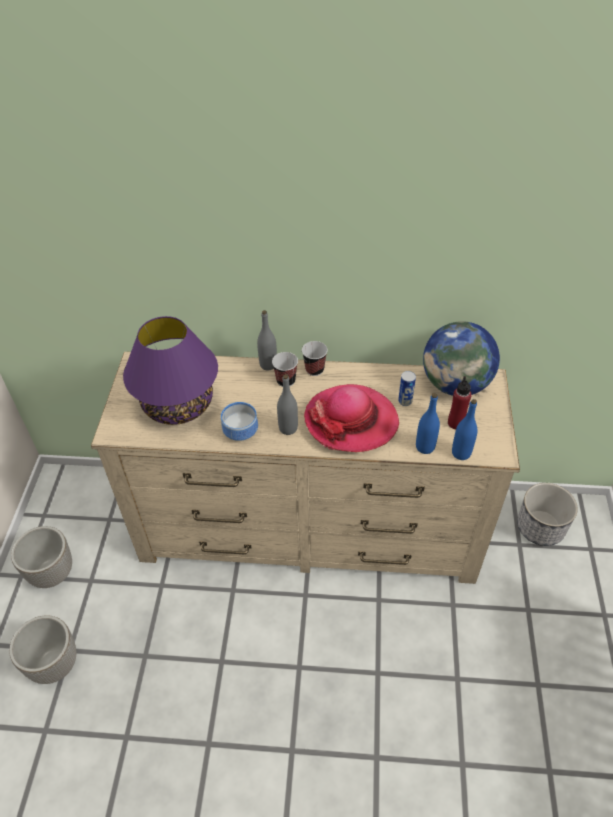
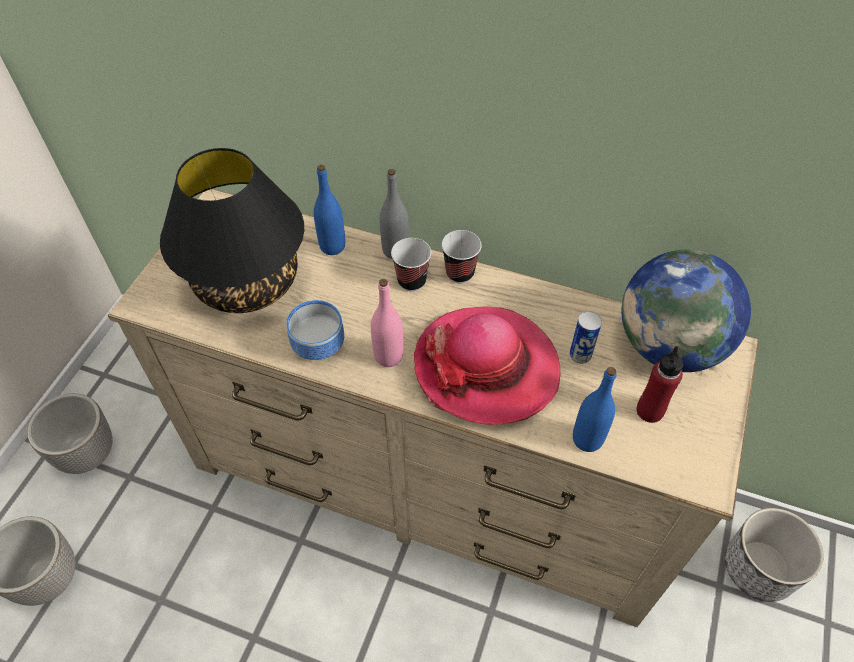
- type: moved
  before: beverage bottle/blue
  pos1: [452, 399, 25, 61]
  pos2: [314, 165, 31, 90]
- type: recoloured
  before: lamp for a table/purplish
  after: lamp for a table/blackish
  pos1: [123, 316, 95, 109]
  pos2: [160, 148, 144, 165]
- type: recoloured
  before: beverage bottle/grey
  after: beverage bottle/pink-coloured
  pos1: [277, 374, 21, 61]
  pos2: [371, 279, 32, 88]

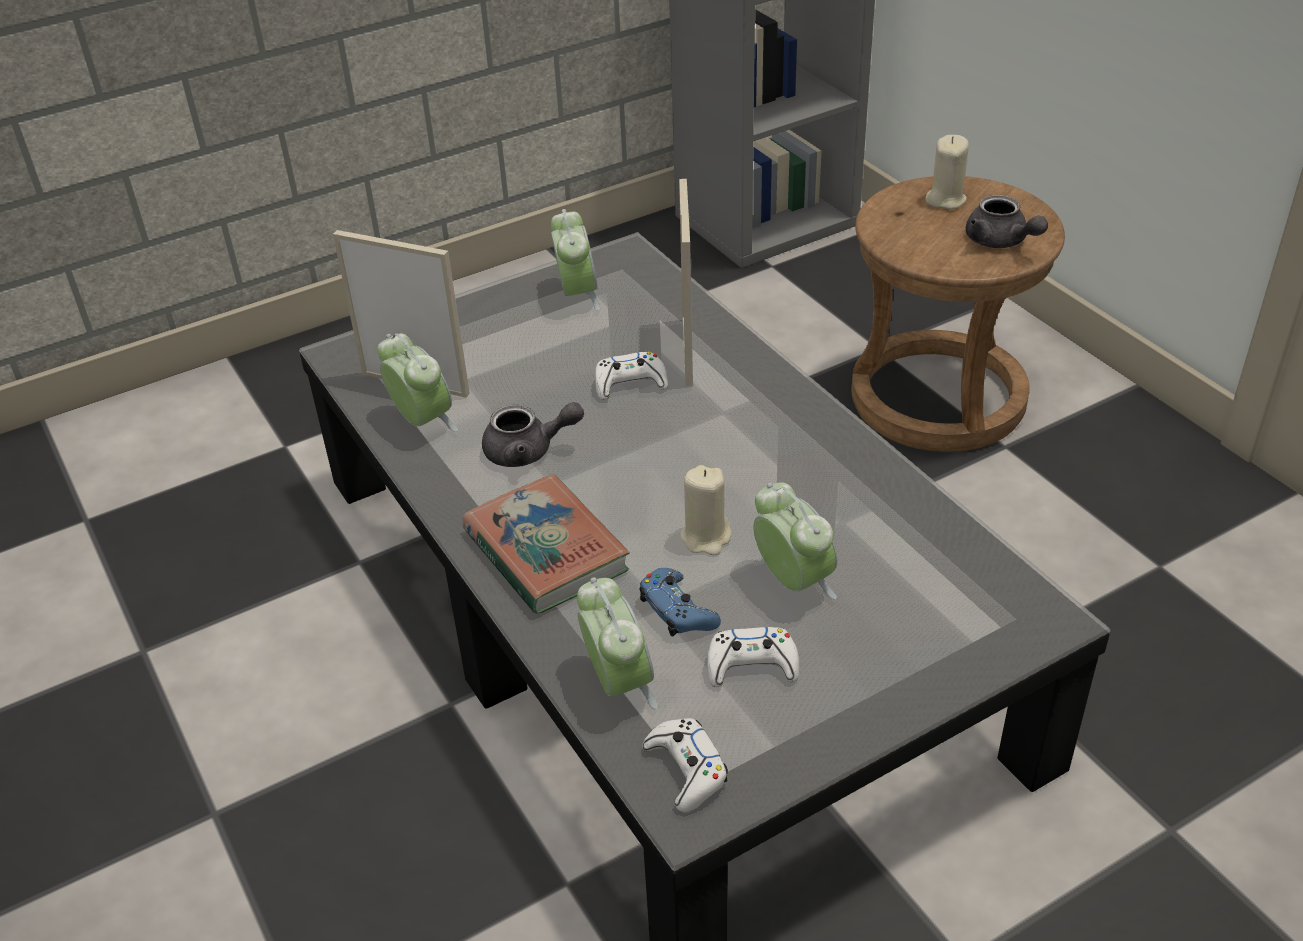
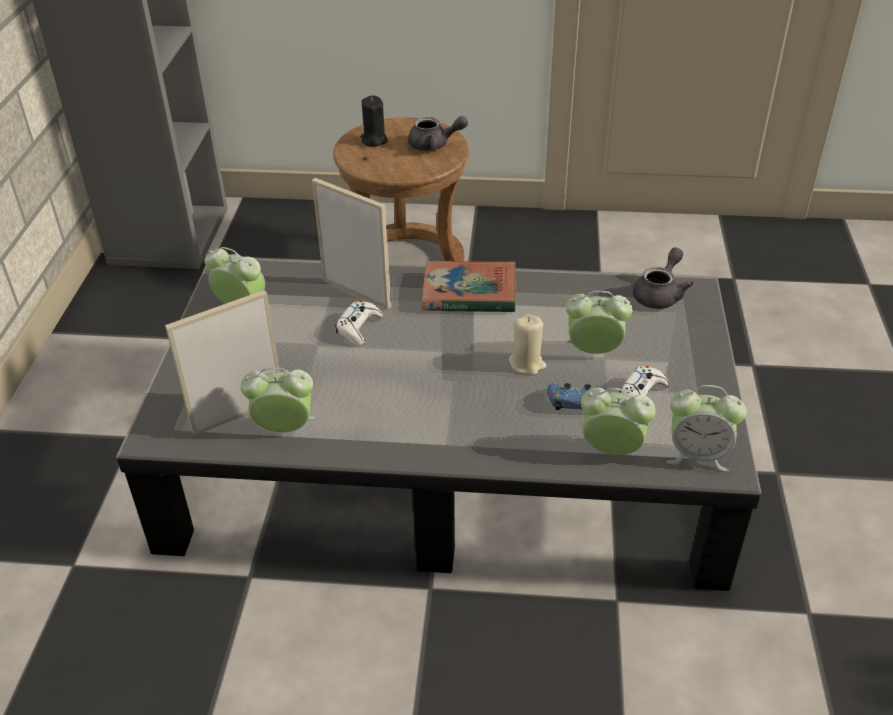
- type: moved
  before: volume
  pos1: [462, 474, 168, 141]
  pos2: [422, 261, 94, 51]
- type: moved
  before: teapot/grey
  pos1: [482, 402, 102, 65]
  pos2: [633, 247, 60, 62]
- type: replaced
  before: joypad/white-coloured
  after: alarm clock
  pos1: [643, 718, 85, 95]
  pos2: [667, 385, 80, 87]
- type: recoloured
  before: candle/beige
  after: candle/blackish
  pos1: [925, 135, 44, 75]
  pos2: [360, 96, 27, 50]

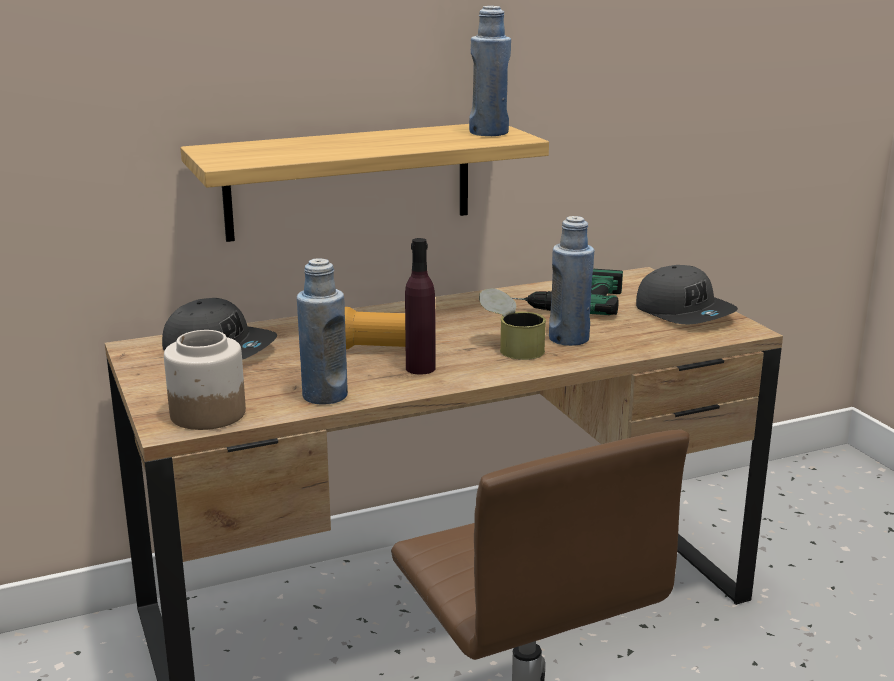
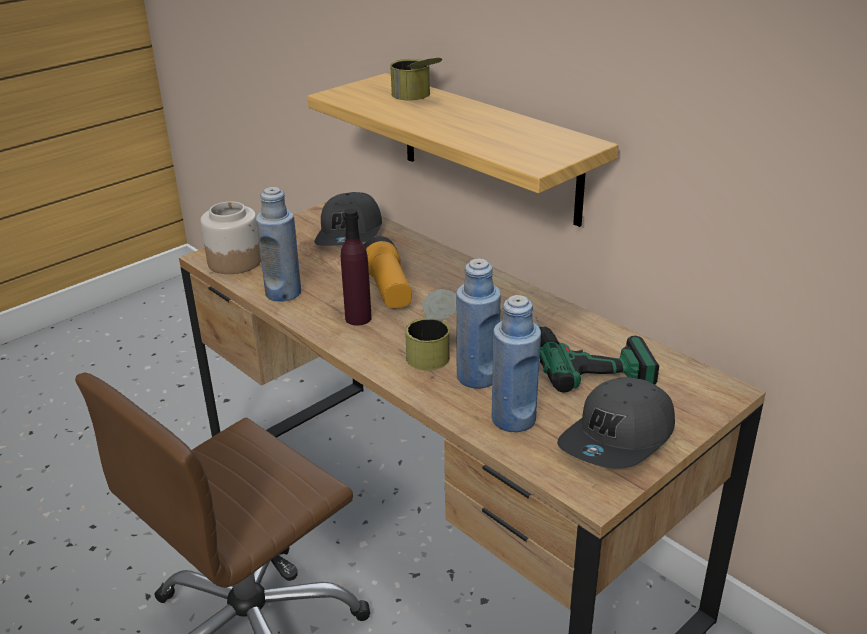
- type: added
  after: sealed can
  pos2: [390, 58, 52, 42]
- type: moved
  before: beverage bottle/blue
  pos1: [469, 6, 42, 130]
  pos2: [492, 295, 49, 137]

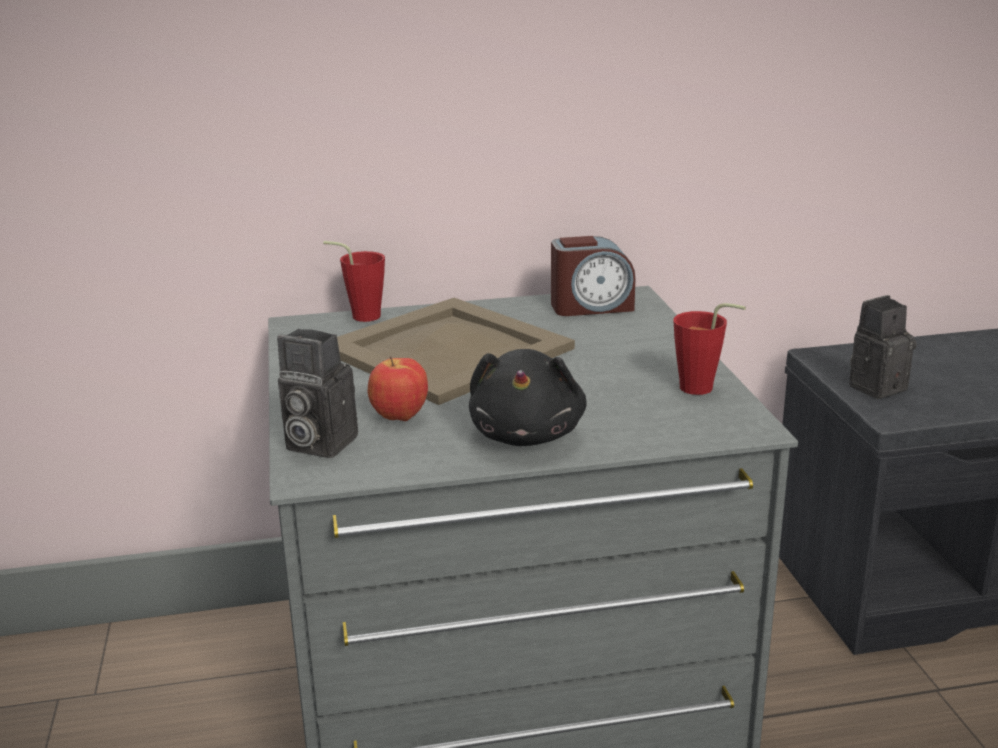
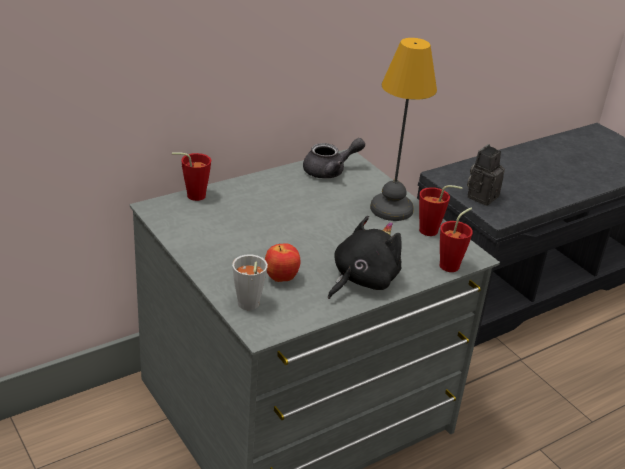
- type: removed
  before: serving tray/beige
  pos1: [337, 298, 238, 107]
- type: added
  after: lamp for a table
  pos2: [370, 38, 67, 183]
- type: added
  after: drinking cup/red-coloured
  pos2: [440, 207, 33, 65]
- type: replaced
  before: still camera
  after: drinking cup/grey
  pos1: [277, 329, 81, 129]
  pos2: [232, 254, 36, 56]
- type: replaced
  before: alarm clock
  after: teapot/grey
  pos1: [551, 236, 84, 80]
  pos2: [303, 138, 62, 41]
- type: turned
  before: cuddly toy/blackish
  pos1: [469, 349, 118, 97]
  pos2: [328, 216, 74, 83]
  turn: -120

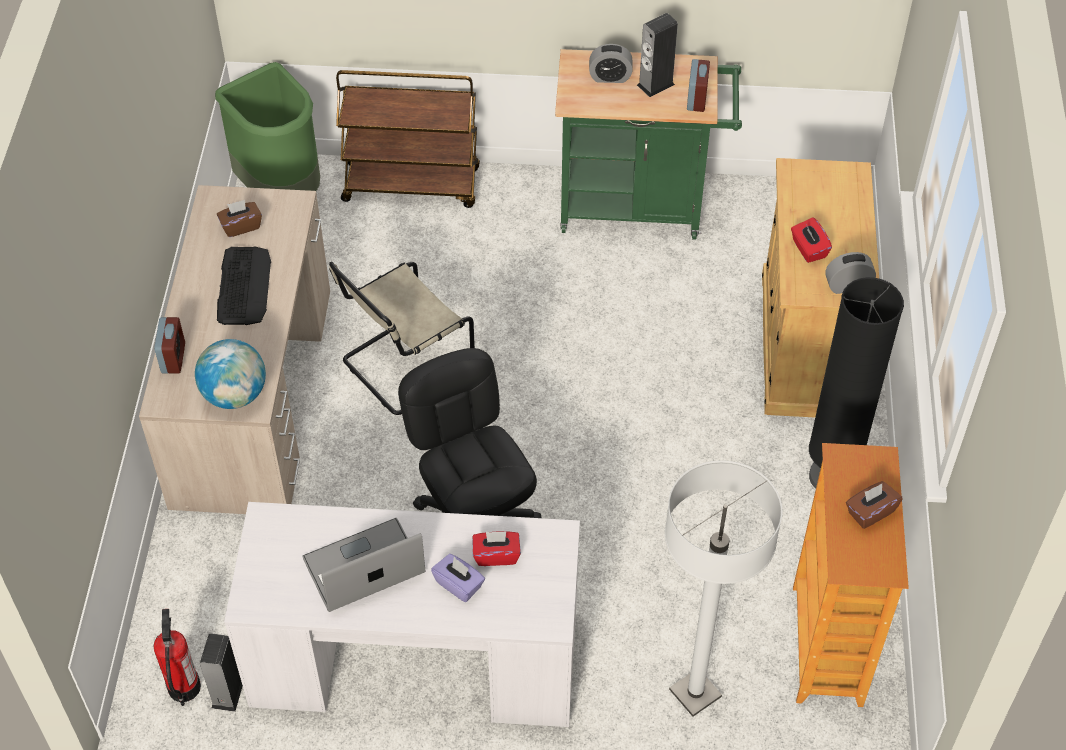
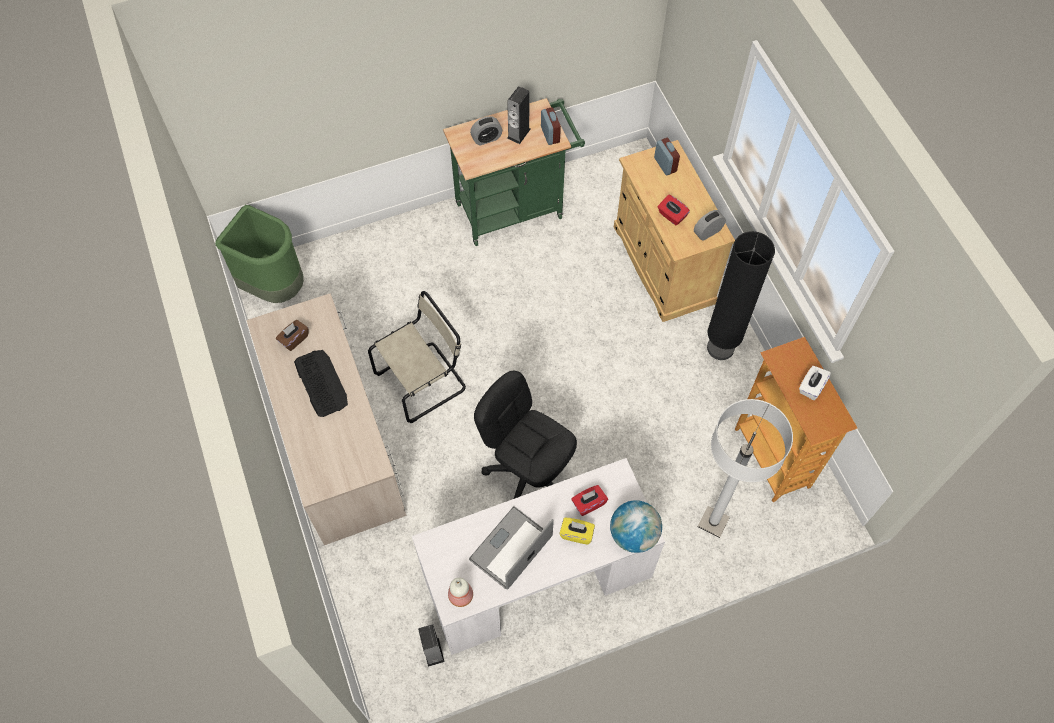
- type: removed
  before: extinguisher
  pos1: [154, 609, 47, 97]
- type: removed
  before: cart/brown-coloured
  pos1: [336, 70, 144, 138]
- type: added
  after: beverage bottle
  pos2: [448, 578, 25, 29]
- type: moved
  before: alarm clock
  pos1: [154, 317, 31, 56]
  pos2: [654, 138, 26, 38]
- type: moved
  before: desk globe
  pos1: [195, 339, 71, 70]
  pos2: [610, 500, 52, 53]
- type: recoloured
  before: tissue box/purplish
  after: tissue box/yellowish
  pos1: [431, 554, 54, 48]
  pos2: [559, 518, 36, 27]
- type: recoloured
  before: tissue box/brown-coloured
  after: tissue box/white-coloured
  pos1: [846, 481, 57, 48]
  pos2: [799, 366, 32, 34]
- type: turned
  before: plain chair/beige
  pos1: [329, 262, 146, 153]
  pos2: [368, 291, 98, 133]
  turn: -150

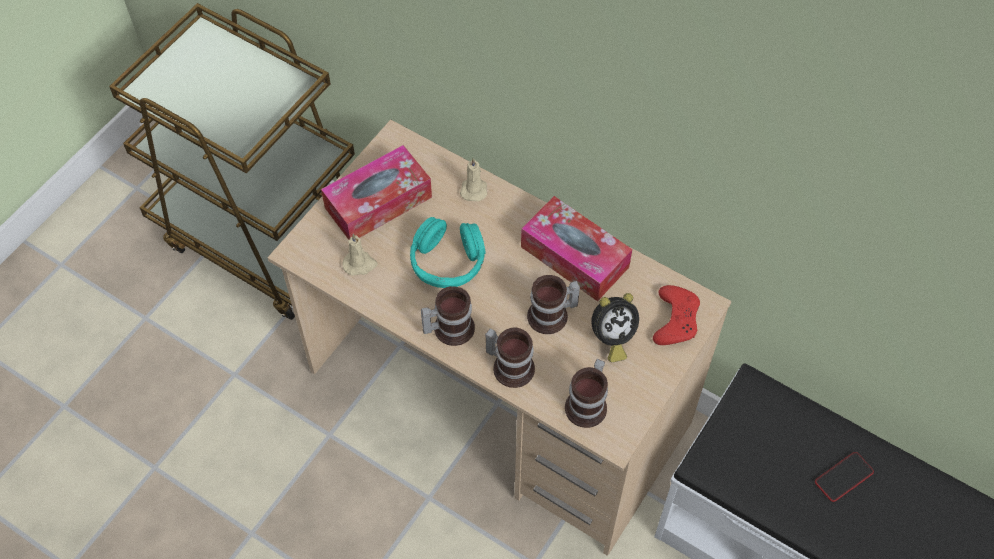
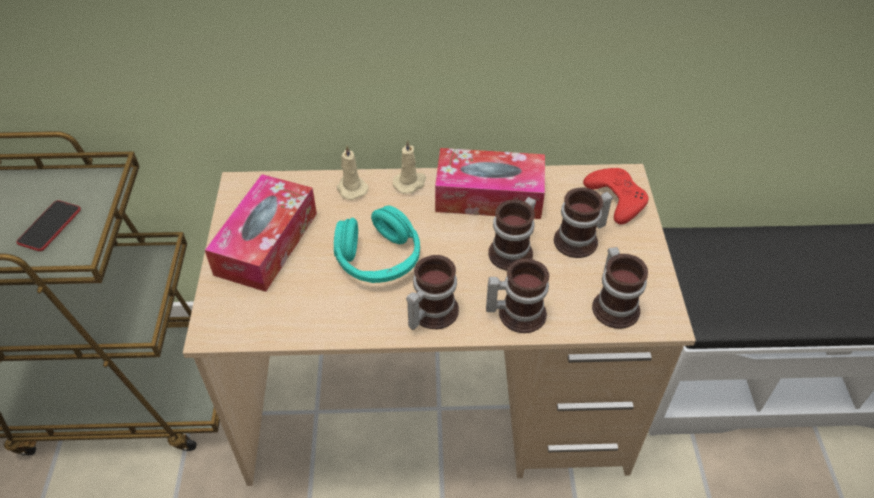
- type: moved
  before: candle/beige
  pos1: [343, 234, 35, 42]
  pos2: [393, 139, 33, 55]
- type: moved
  before: handset
  pos1: [815, 452, 59, 50]
  pos2: [17, 200, 64, 51]
- type: replaced
  before: alarm clock
  after: coffee mug
  pos1: [591, 293, 48, 69]
  pos2: [554, 188, 59, 70]

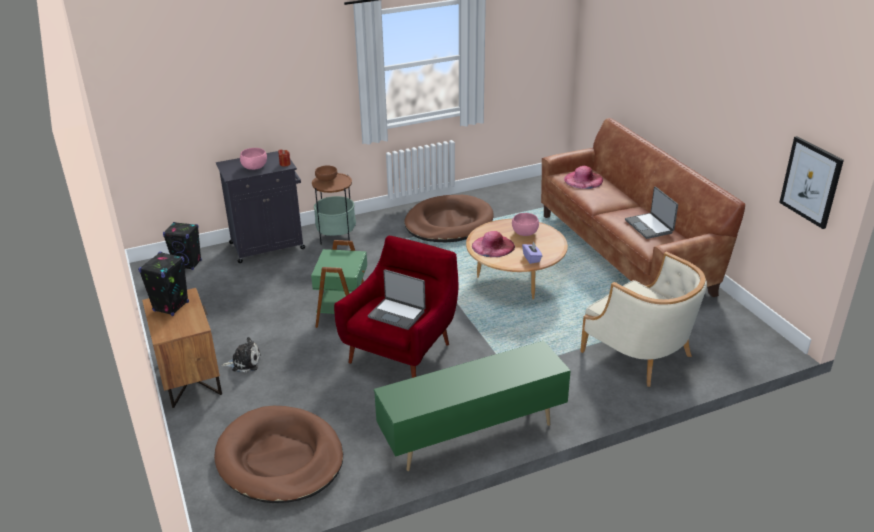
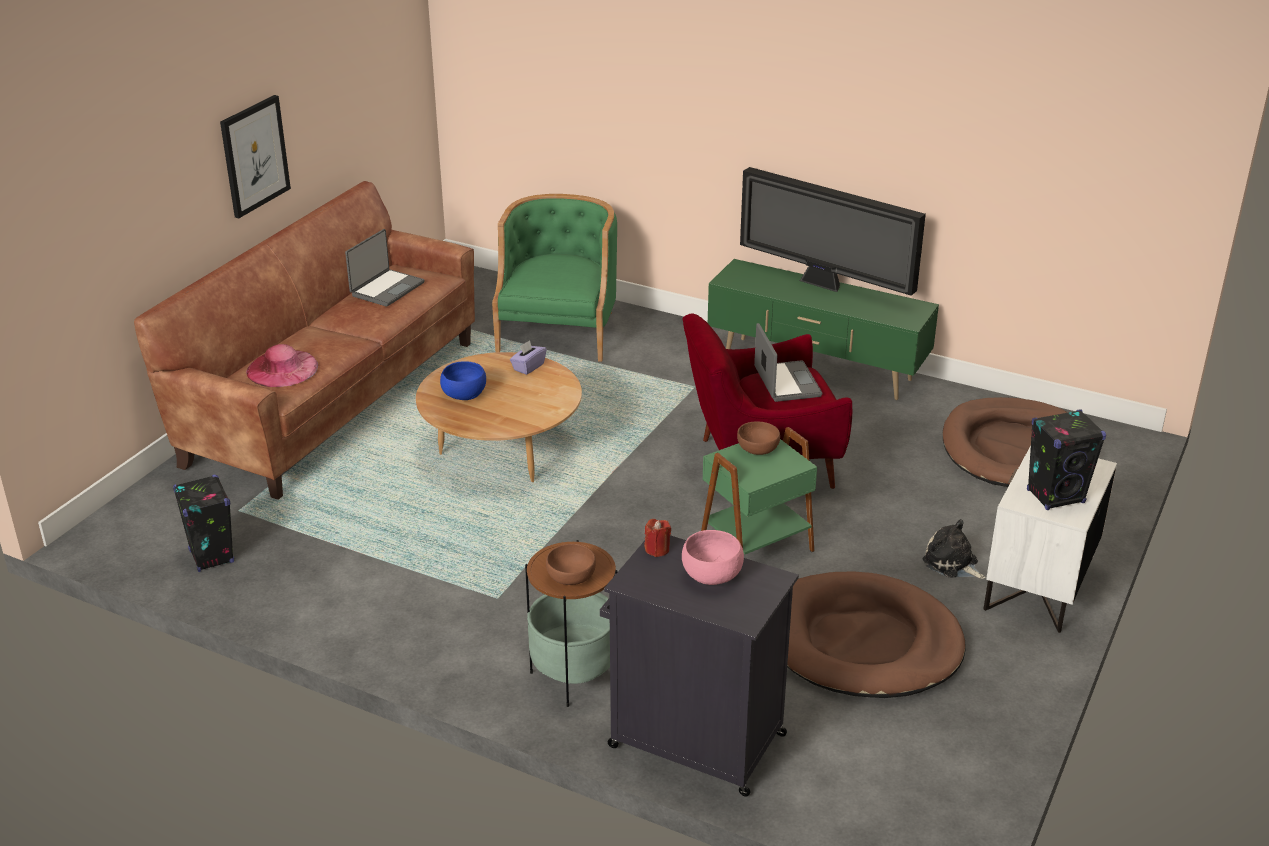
- type: removed
  before: wearable hat/pink-coloured
  pos1: [472, 231, 43, 26]
- type: added
  after: serving bowl/brown-coloured
  pos2: [737, 421, 43, 34]
- type: added
  after: television
  pos2: [740, 167, 186, 129]
- type: moved
  before: loudspeaker/blackish
  pos1: [163, 222, 39, 48]
  pos2: [173, 475, 61, 97]
- type: moved
  before: dog bed/brown-coloured
  pos1: [404, 195, 90, 47]
  pos2: [787, 572, 178, 126]
- type: moved
  before: wall art
  pos1: [779, 136, 65, 93]
  pos2: [220, 95, 71, 123]
- type: recoloured
  before: night table/brown-coloured
  after: night table/white-coloured
  pos1: [142, 288, 80, 120]
  pos2: [984, 446, 133, 187]
- type: recoloured
  before: serving bowl/pink-coloured
  after: serving bowl/blue
  pos1: [512, 213, 27, 23]
  pos2: [440, 361, 46, 39]
- type: recoloured
  before: easy chair/beige
  after: easy chair/green
  pos1: [580, 251, 127, 136]
  pos2: [492, 194, 125, 168]

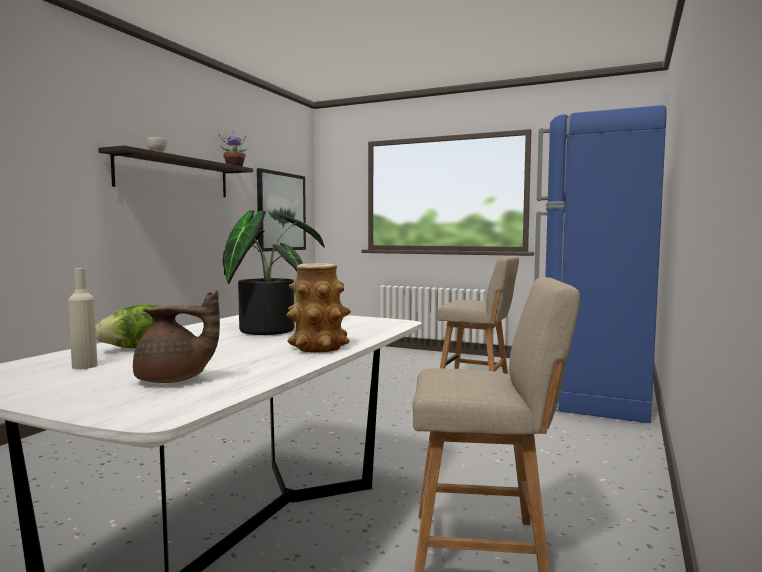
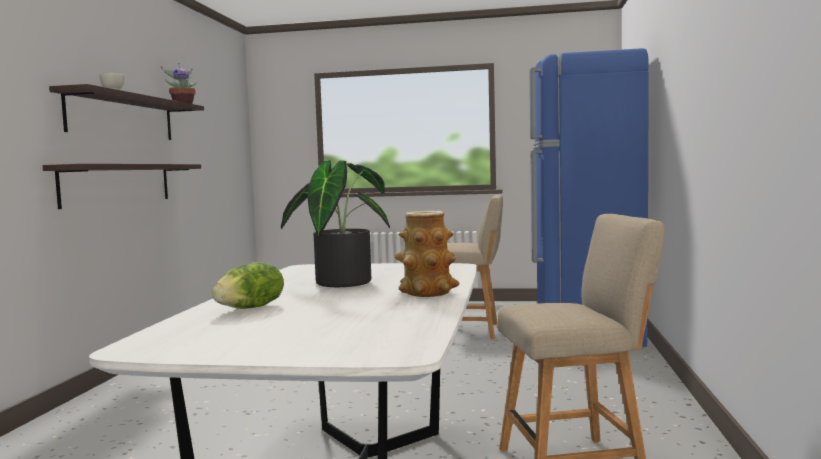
- type: removed
  before: beverage bottle/beige
  pos1: [68, 268, 29, 101]
- type: removed
  before: teapot/brown-coloured
  pos1: [133, 290, 87, 93]
- type: removed
  before: wall art
  pos1: [257, 168, 49, 84]
- type: added
  after: wall shelf
  pos2: [43, 164, 158, 45]

